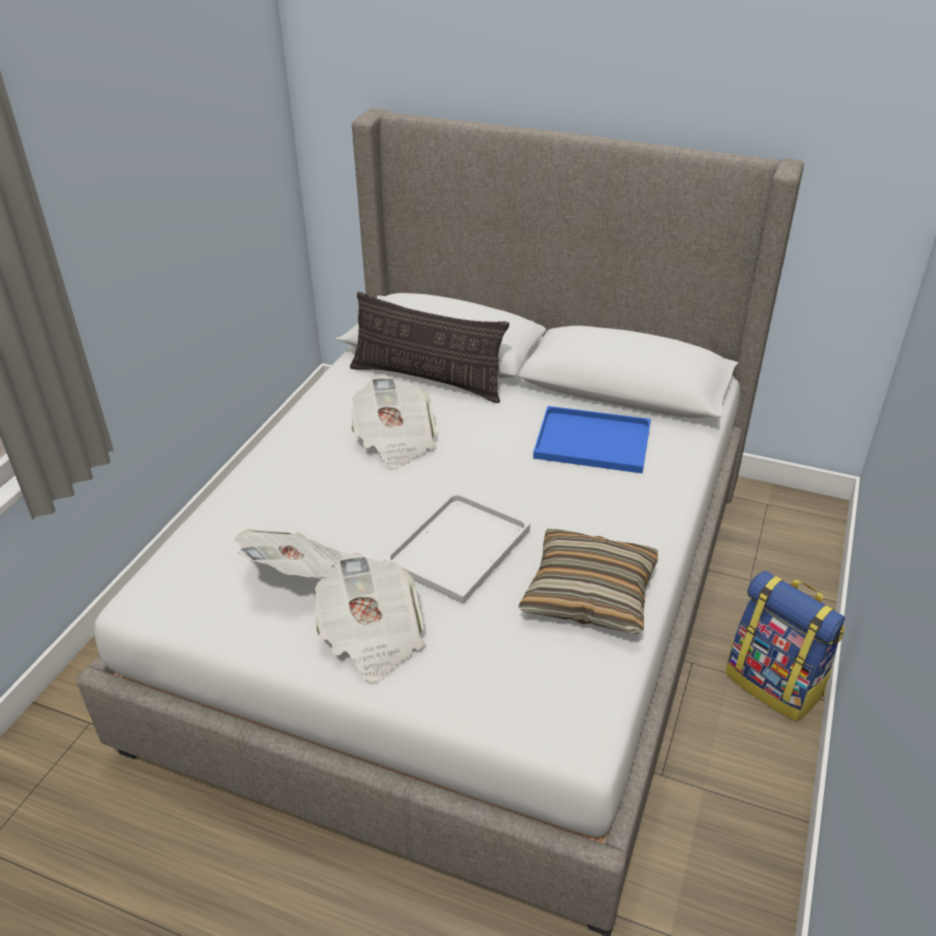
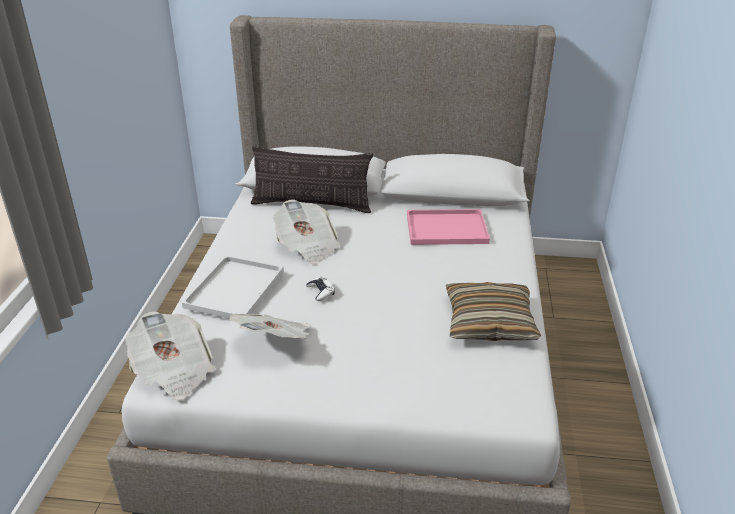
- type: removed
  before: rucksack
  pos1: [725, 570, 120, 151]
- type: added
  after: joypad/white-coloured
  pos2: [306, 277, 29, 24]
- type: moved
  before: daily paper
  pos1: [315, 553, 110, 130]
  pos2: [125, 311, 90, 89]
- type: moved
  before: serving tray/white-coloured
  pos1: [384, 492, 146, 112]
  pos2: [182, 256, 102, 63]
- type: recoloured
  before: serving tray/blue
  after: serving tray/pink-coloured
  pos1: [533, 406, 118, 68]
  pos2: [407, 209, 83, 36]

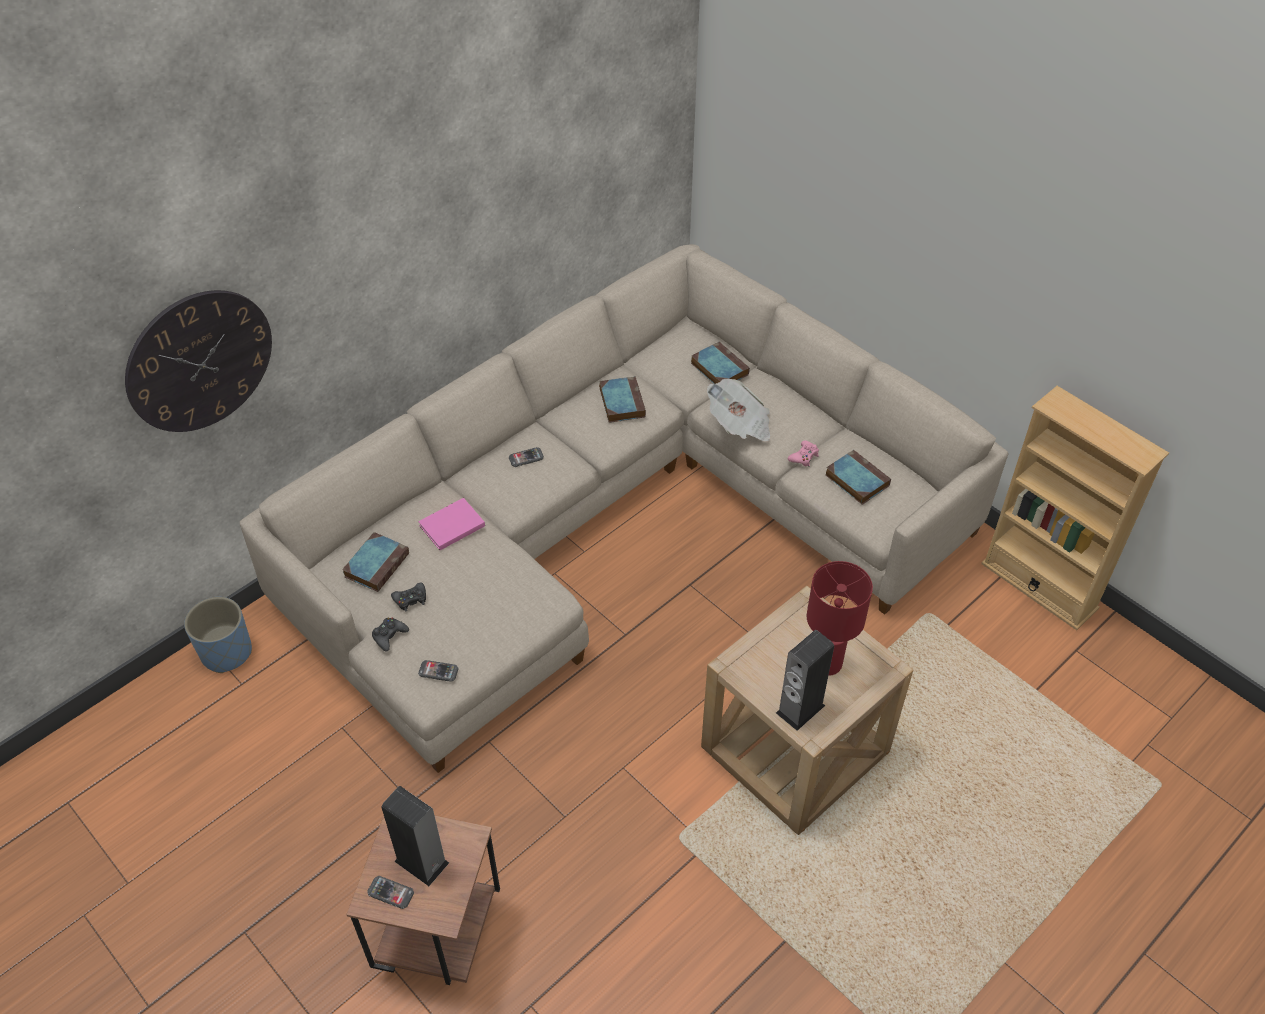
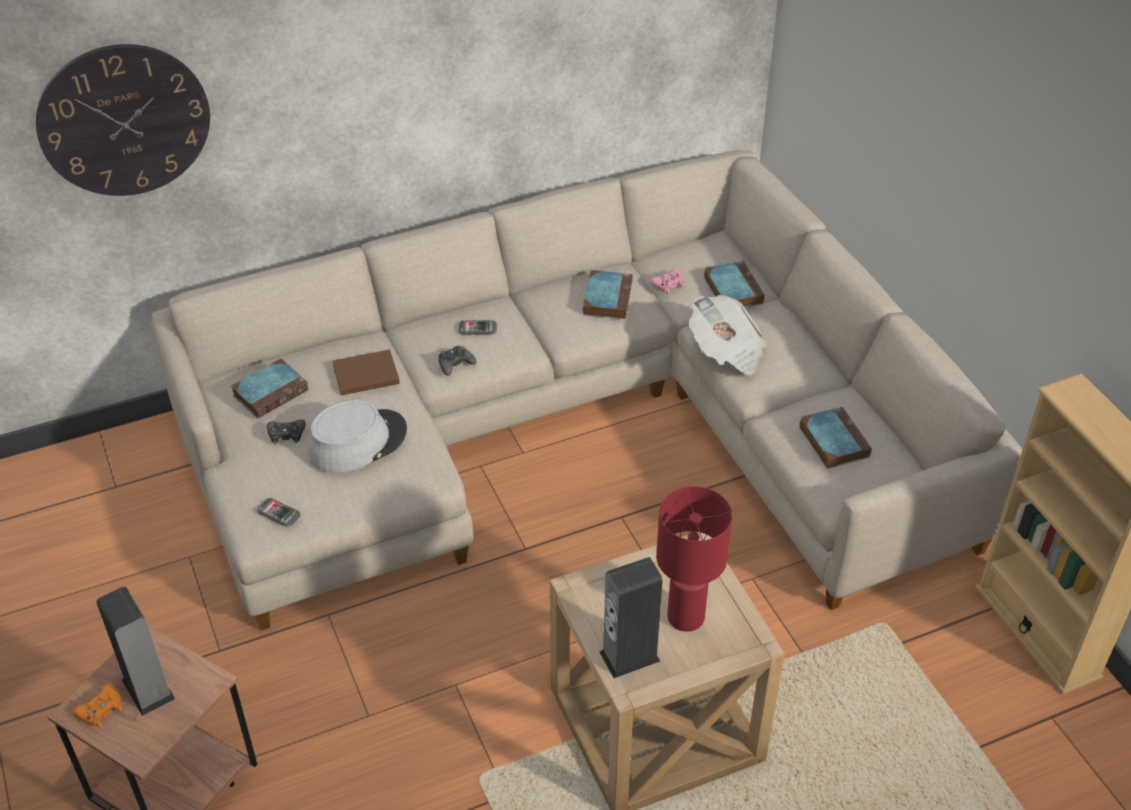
- type: removed
  before: planter/blue
  pos1: [184, 597, 68, 76]
- type: added
  after: wearable hat/grey
  pos2: [308, 400, 99, 72]
- type: moved
  before: joypad/blackish
  pos1: [372, 618, 37, 34]
  pos2: [438, 346, 38, 30]
- type: moved
  before: joypad/pink-coloured
  pos1: [788, 440, 31, 27]
  pos2: [649, 269, 36, 25]
- type: replaced
  before: handset
  after: joypad/orange-coloured
  pos1: [367, 876, 47, 33]
  pos2: [72, 683, 51, 44]
- type: recoloured
  before: volume/pink-coloured
  after: volume/brown-coloured
  pos1: [418, 498, 67, 52]
  pos2: [332, 349, 68, 46]

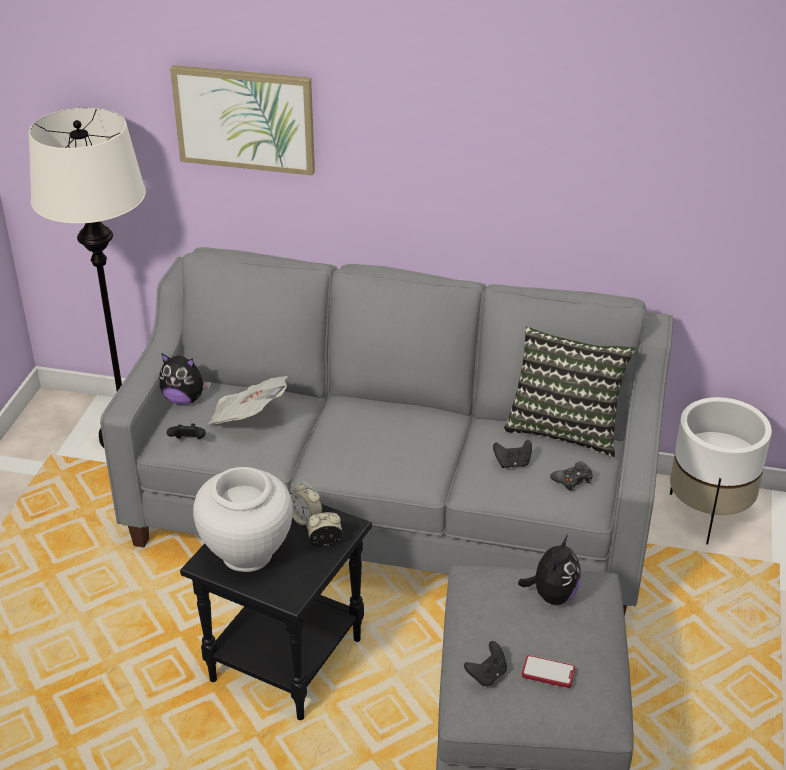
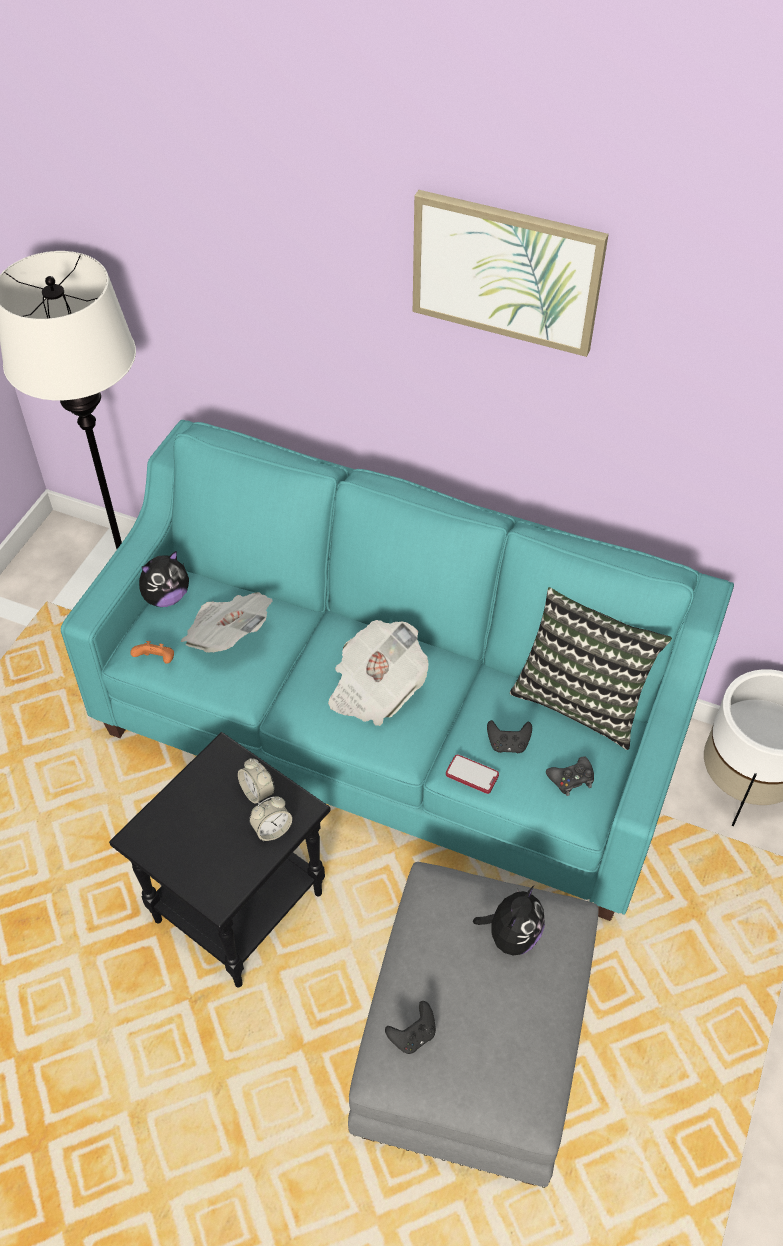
- type: removed
  before: decorative vase/white-coloured
  pos1: [193, 467, 100, 105]
- type: added
  after: daily paper
  pos2: [328, 620, 101, 106]
- type: moved
  before: wall art
  pos1: [170, 65, 145, 111]
  pos2: [413, 190, 196, 167]
- type: moved
  before: handset
  pos1: [522, 655, 53, 33]
  pos2: [446, 754, 53, 40]
- type: recoloured
  before: sofa/grey
  after: sofa/turquoise-coloured
  pos1: [100, 247, 574, 369]
  pos2: [61, 420, 673, 501]
- type: recoloured
  before: joypad/blackish
  after: joypad/orange-coloured
  pos1: [167, 424, 39, 15]
  pos2: [130, 641, 44, 23]
- type: turned
  before: cuddly toy
  pos1: [159, 353, 52, 52]
  pos2: [139, 551, 50, 56]
  turn: -60
- type: turned
  before: alarm clock
  pos1: [306, 512, 37, 35]
  pos2: [249, 796, 43, 46]
  turn: 150

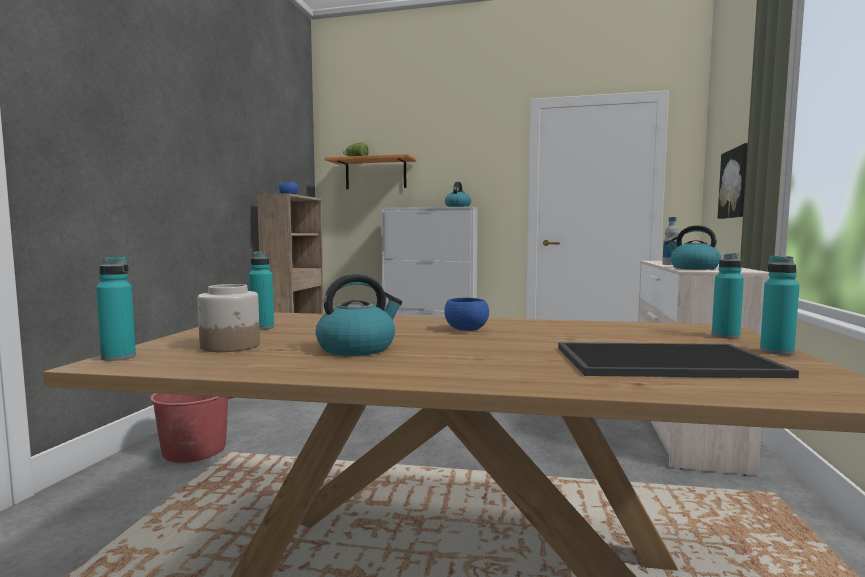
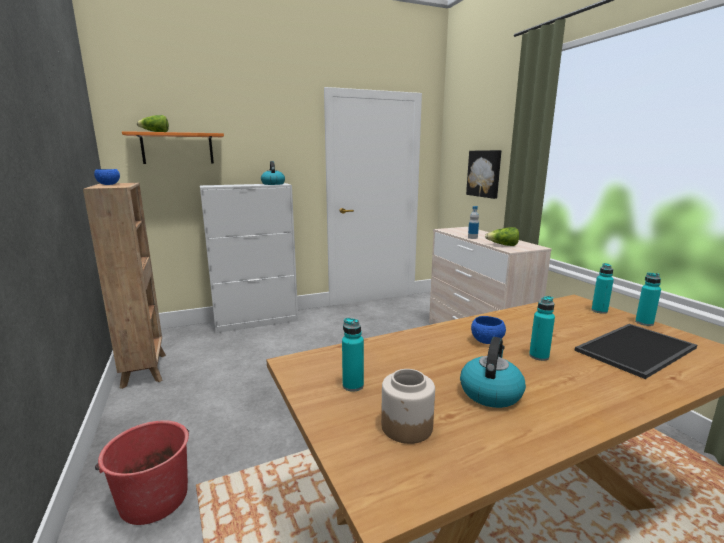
- type: moved
  before: beverage bottle/turquoise-coloured
  pos1: [96, 257, 40, 104]
  pos2: [529, 296, 26, 65]
- type: replaced
  before: kettle
  after: lettuce
  pos1: [665, 226, 56, 44]
  pos2: [485, 227, 34, 19]

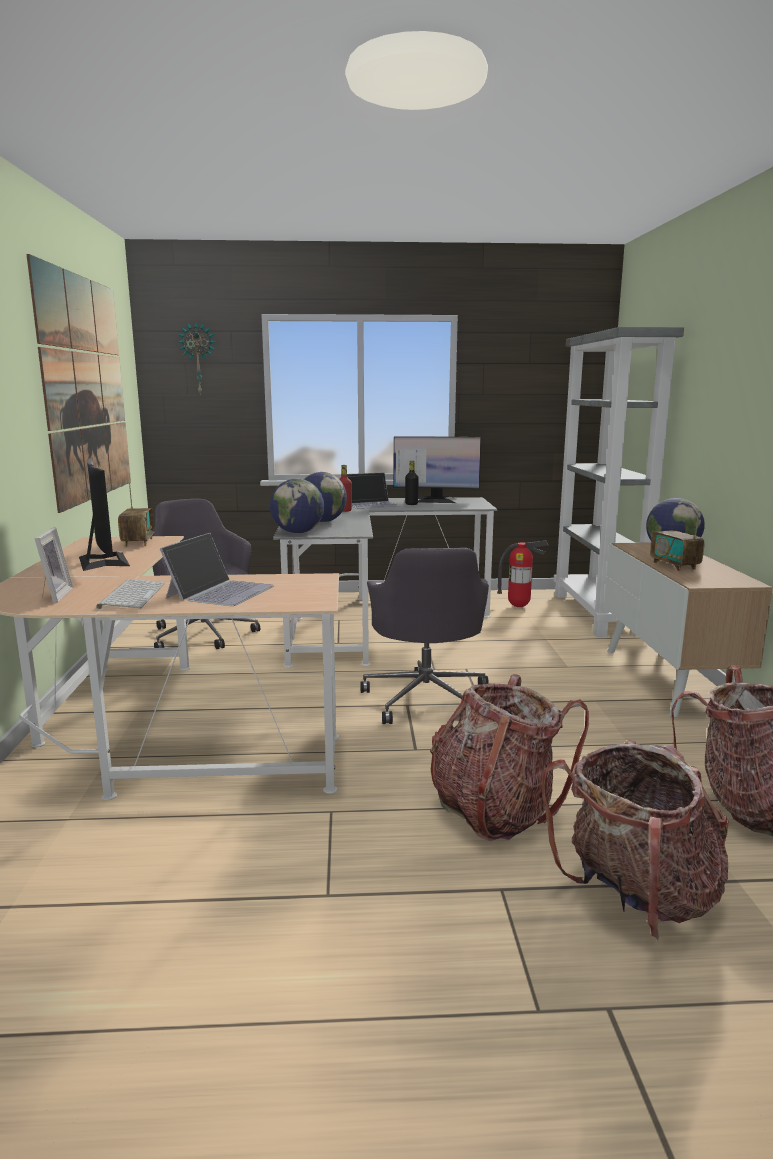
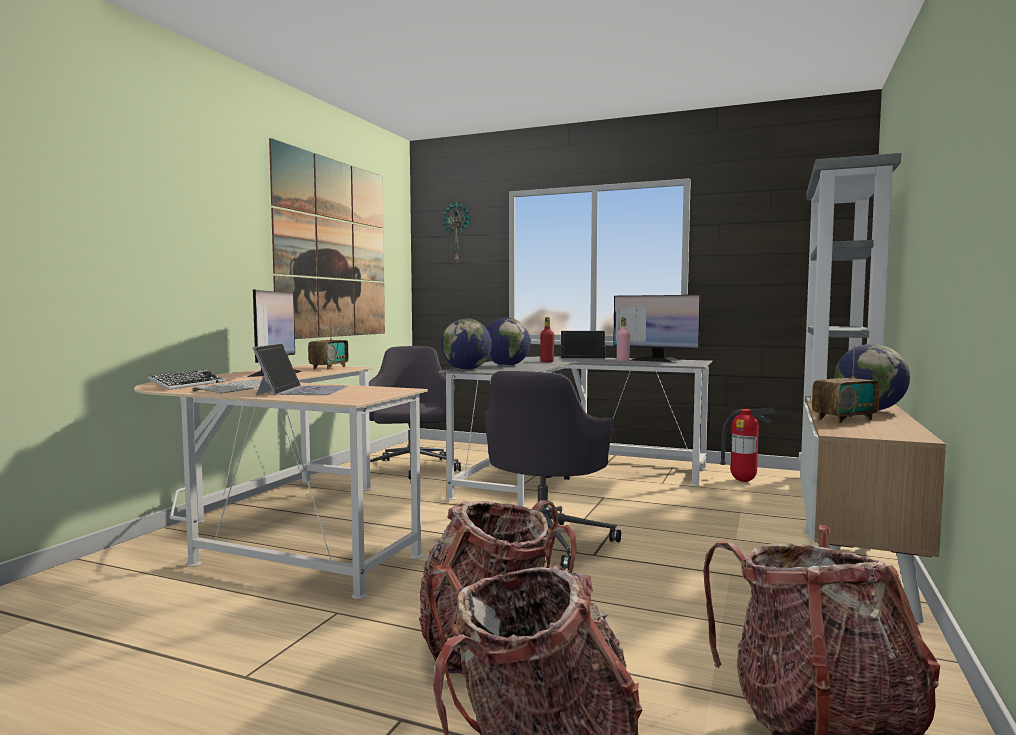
- type: replaced
  before: photo frame
  after: keyboard
  pos1: [35, 528, 38, 75]
  pos2: [147, 369, 78, 21]
- type: recoloured
  before: beverage bottle/blackish
  after: beverage bottle/pink-coloured
  pos1: [405, 461, 14, 44]
  pos2: [617, 317, 13, 45]
- type: turned
  before: laptop
  pos1: [160, 533, 114, 73]
  pos2: [253, 343, 95, 52]
  turn: -45
- type: turned
  before: radio receiver
  pos1: [650, 510, 55, 61]
  pos2: [812, 346, 68, 77]
  turn: -120

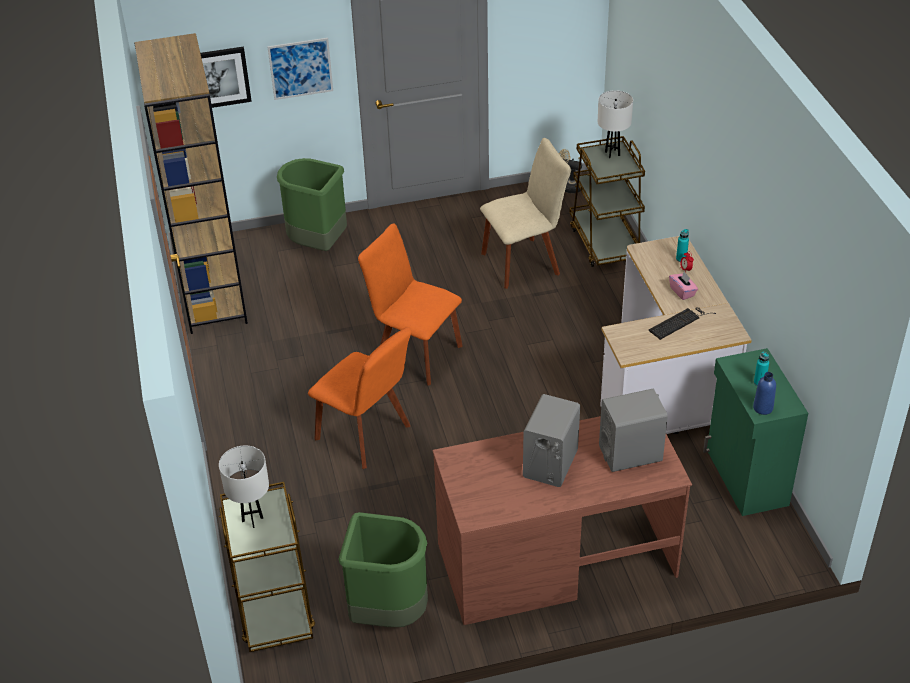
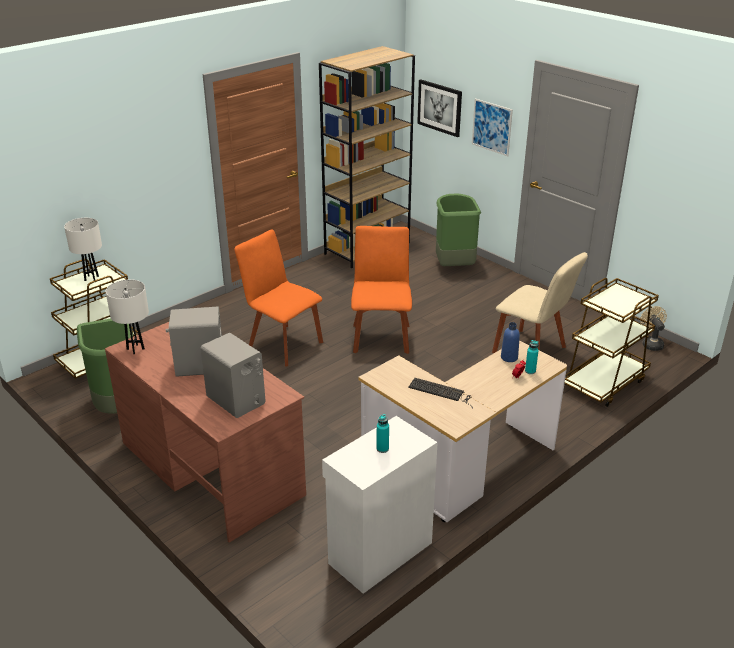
- type: removed
  before: tissue box/pink-coloured
  pos1: [669, 272, 29, 28]
- type: moved
  before: lamp for a table/white-coloured
  pos1: [598, 90, 35, 68]
  pos2: [105, 279, 44, 75]
- type: moved
  before: beverage bottle/blue
  pos1: [753, 372, 23, 43]
  pos2: [501, 322, 19, 40]
- type: recoloured
  before: cabinet/green
  after: cabinet/white-coloured
  pos1: [703, 348, 105, 168]
  pos2: [322, 416, 116, 178]
- type: turned
  before: plain chair/orange-coloured
  pos1: [308, 327, 103, 142]
  pos2: [234, 230, 89, 136]
  turn: 120

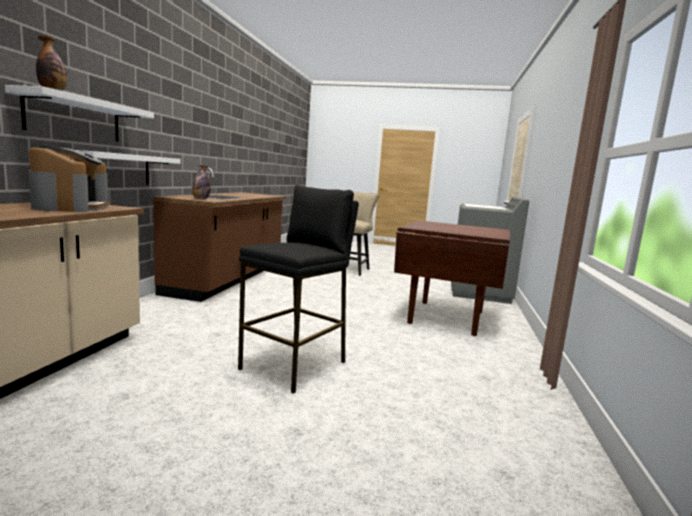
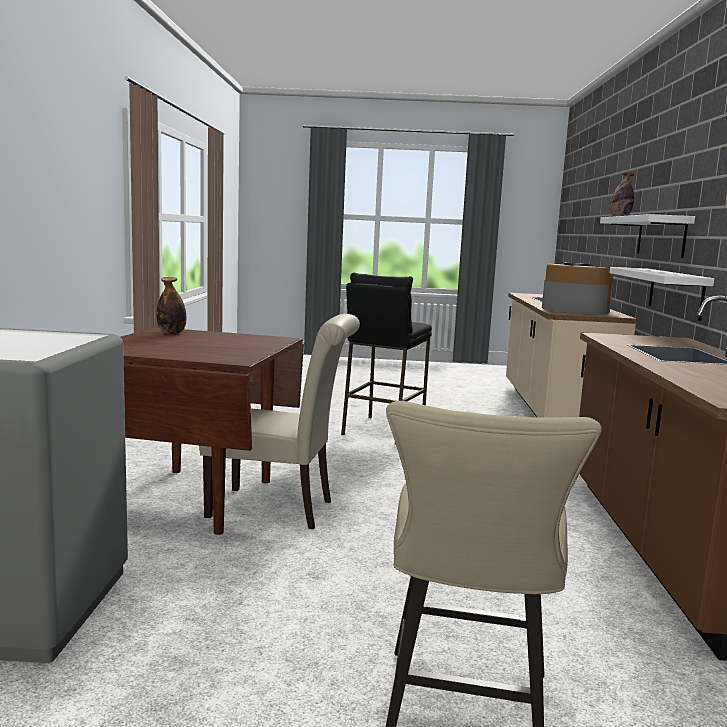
- type: added
  after: plain chair/beige
  pos2: [199, 314, 161, 215]
- type: moved
  before: beverage bottle
  pos1: [192, 165, 19, 35]
  pos2: [157, 277, 29, 57]
- type: turned
  before: coffee brewer
  pos1: [29, 145, 80, 67]
  pos2: [542, 263, 71, 52]
  turn: 150

